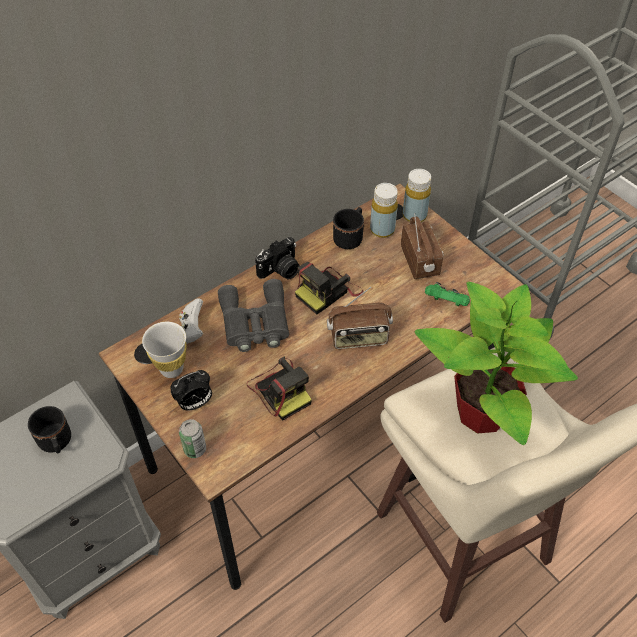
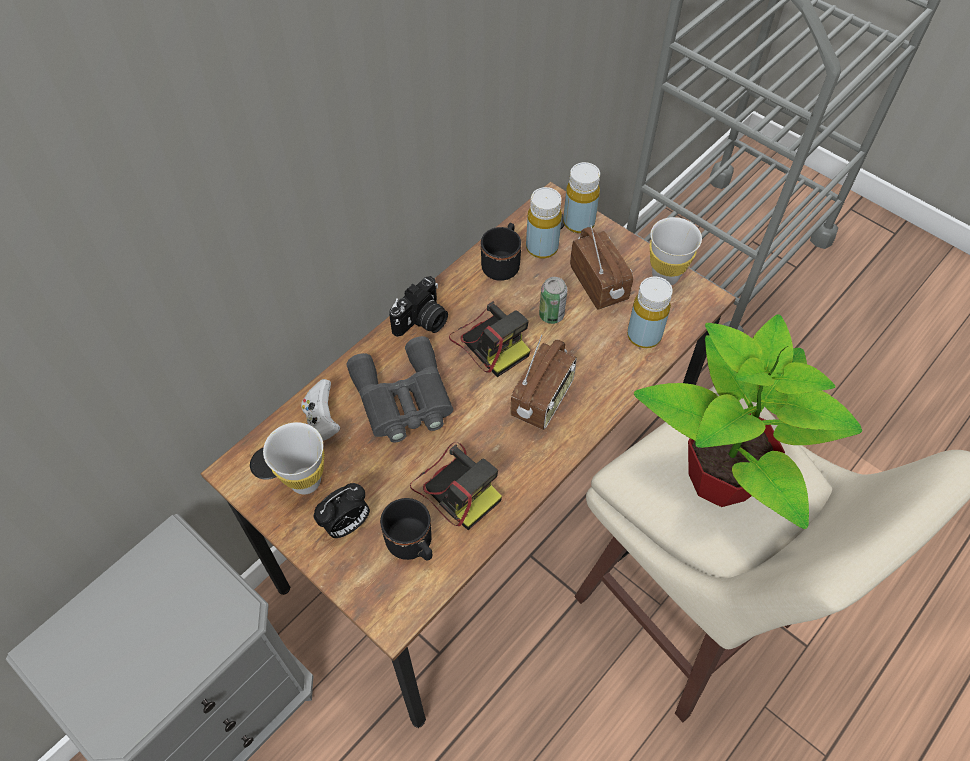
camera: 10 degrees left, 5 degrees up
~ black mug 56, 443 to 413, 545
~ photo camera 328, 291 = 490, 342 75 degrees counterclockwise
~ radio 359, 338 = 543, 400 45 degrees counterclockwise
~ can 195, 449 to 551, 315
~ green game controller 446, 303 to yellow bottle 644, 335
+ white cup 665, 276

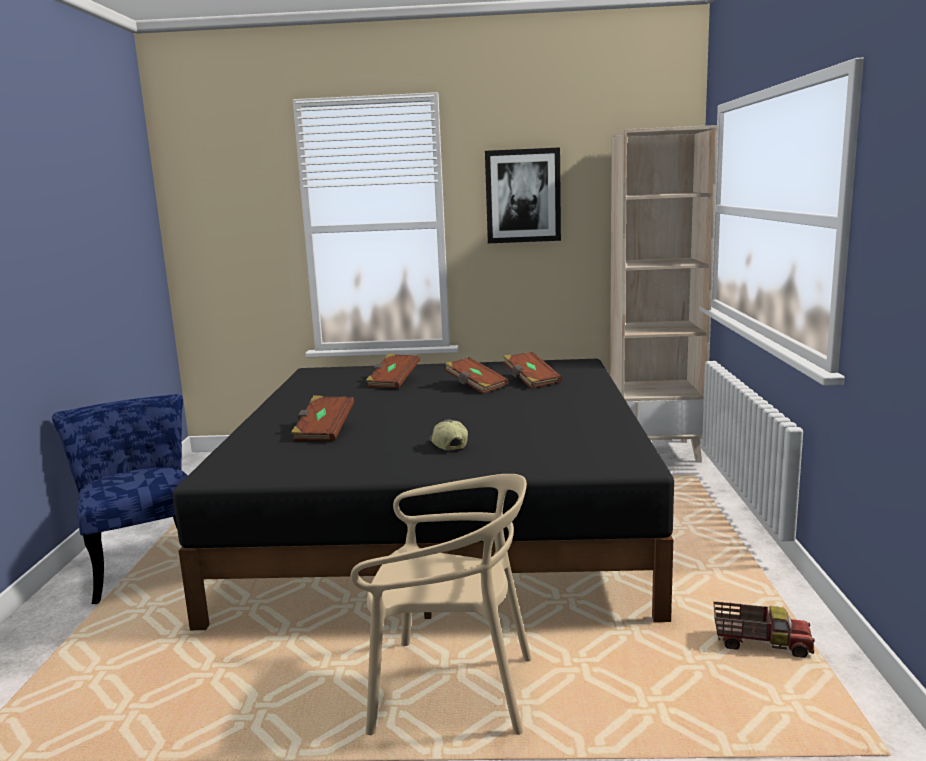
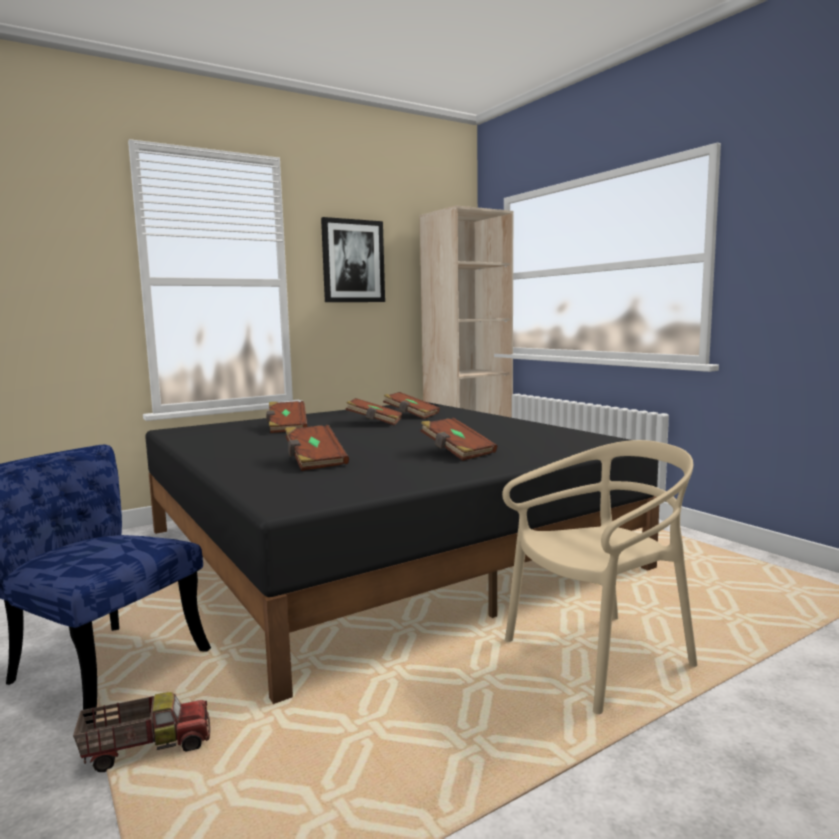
camera: 35 degrees left, 5 degrees down
~ toy truck 760, 644 to 147, 748
~ cap 447, 444 to brown book 457, 452

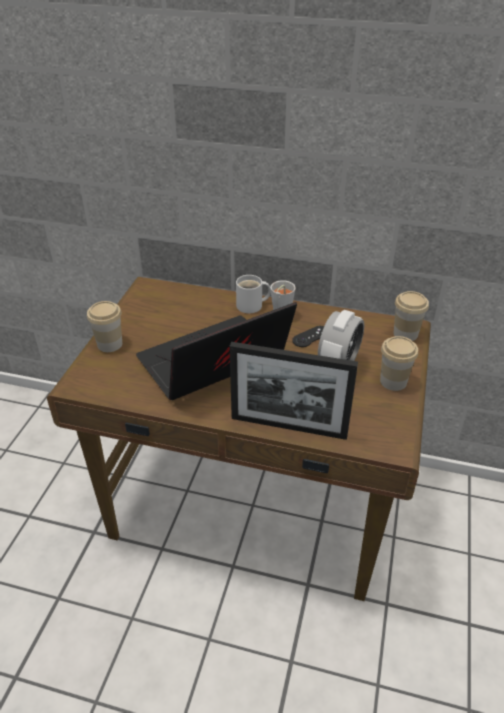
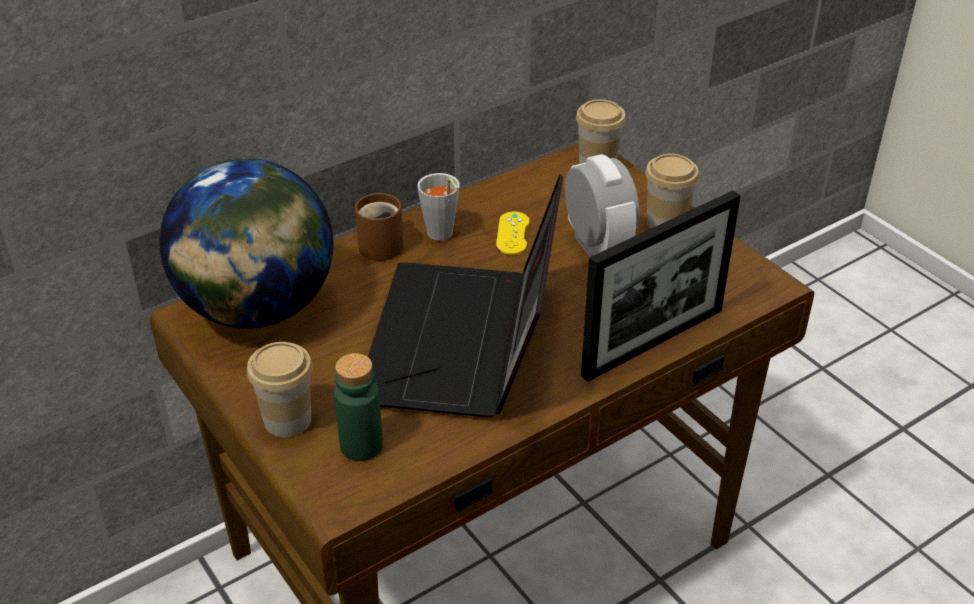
camera: 50 degrees left, 0 degrees up
+ globe 258, 308
+ green bottle 361, 445
~ white mug 252, 306 to brown mug 384, 244
~ black game controller 311, 336 to yellow game controller 512, 233

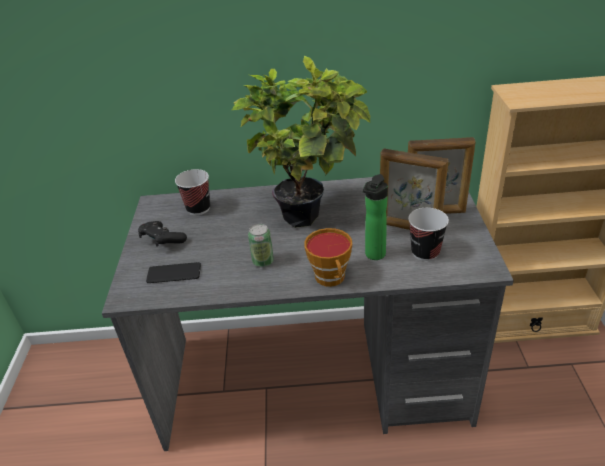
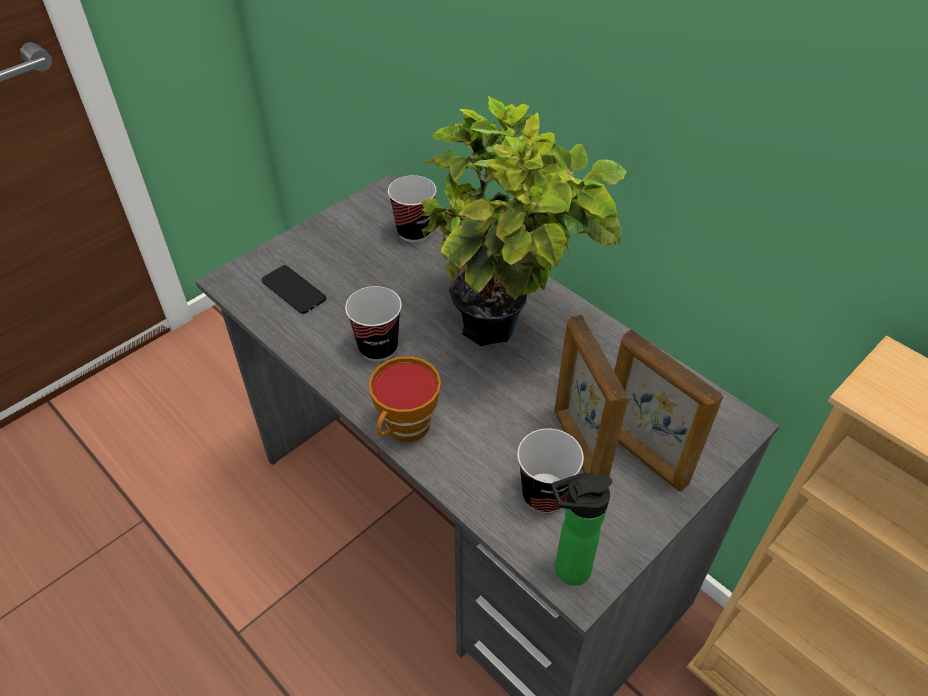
camera: 45 degrees right, 10 degrees up
~ can 263, 261 to cup 378, 347
~ bottle 374, 256 to 566, 570
- black game controller 162, 241

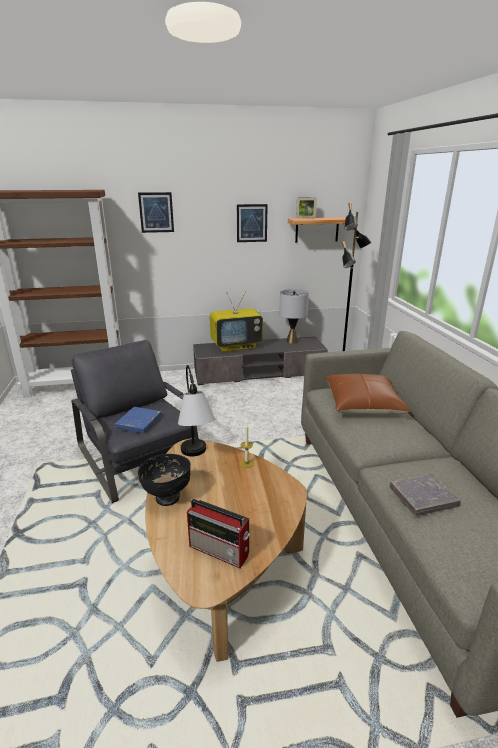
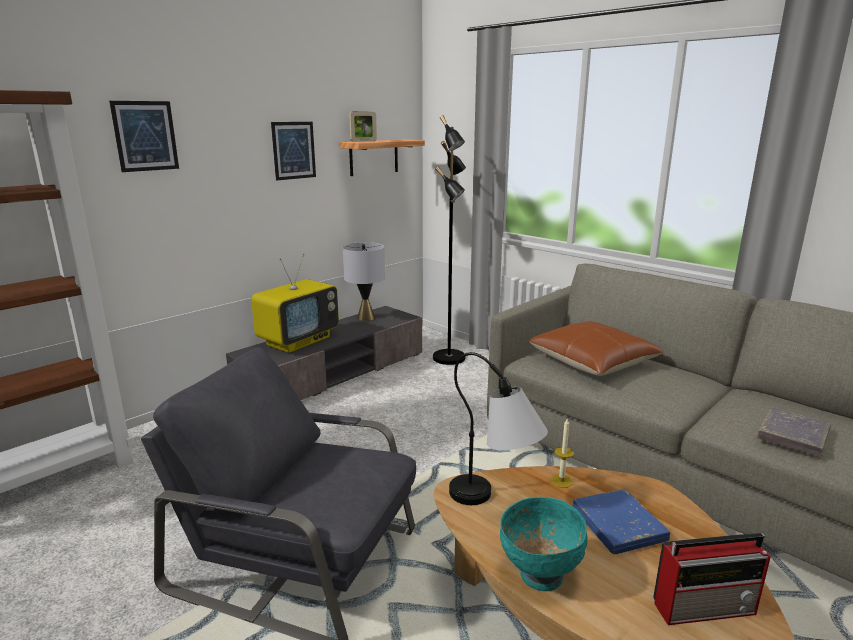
camera: 35 degrees left, 5 degrees down
~ black bowl 167, 497 to turquoise bowl 539, 575
~ blue book 139, 422 to 618, 525

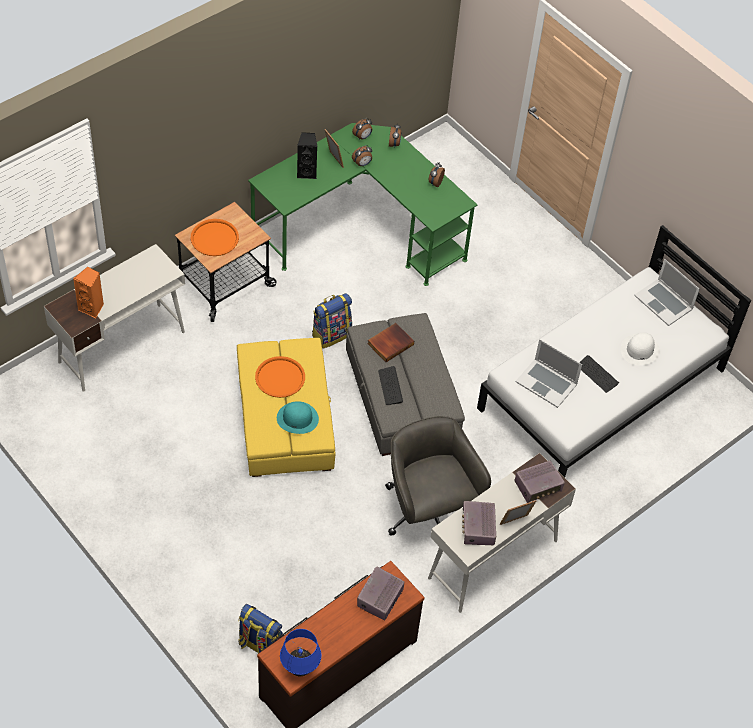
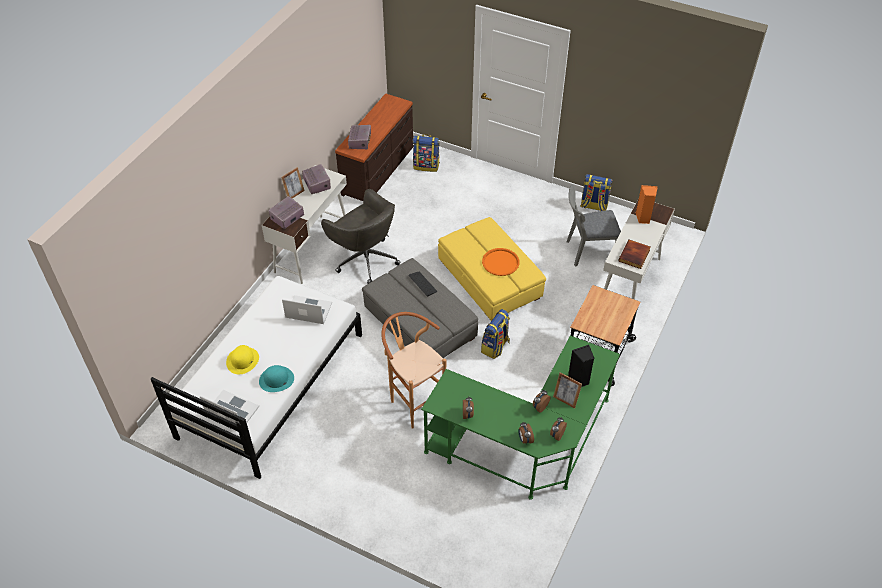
camera: 160 degrees right, 5 degrees down
~ white hat 639, 350 to yellow hat 242, 360
~ turquoise hat 297, 418 to 276, 379
+ brown stool 413, 401
+ grey chair 587, 251
+ backpack 593, 206
~ book 390, 343 to 634, 256
- orange tray 214, 238
- blue table lamp 300, 669
- keyboard 597, 374

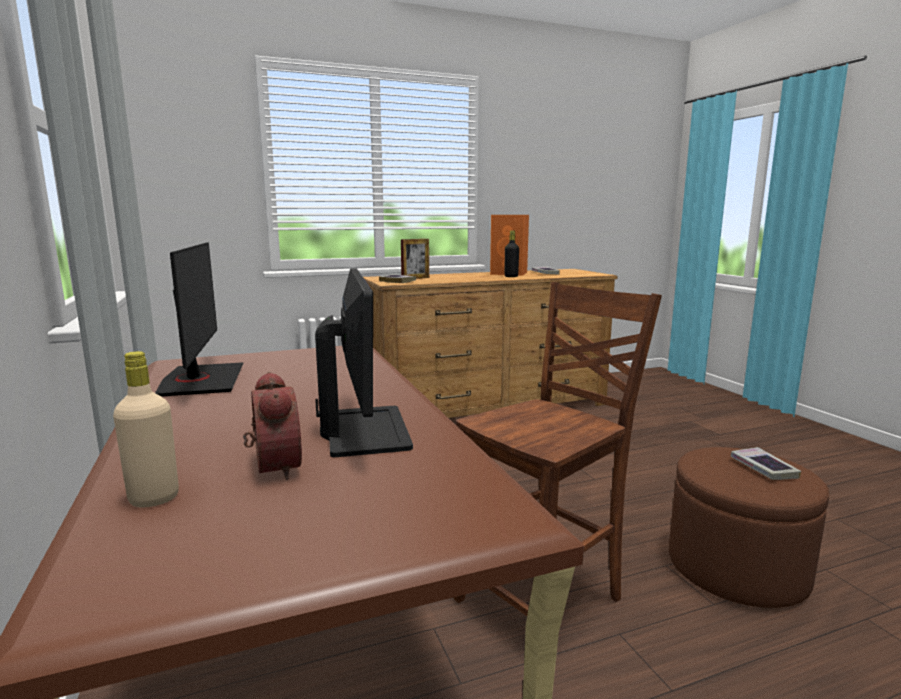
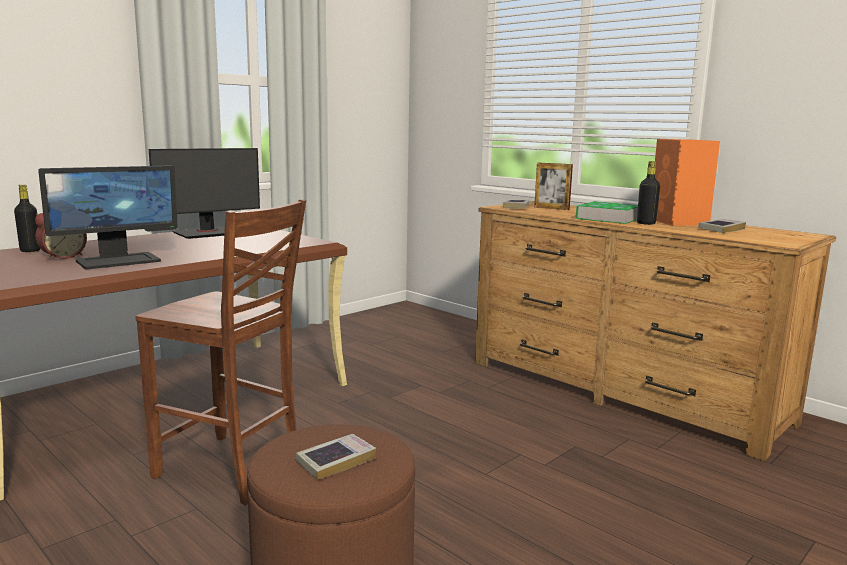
camera: 65 degrees right, 0 degrees up
~ beige bottle 154, 498 to black bottle 30, 250
+ book 608, 218

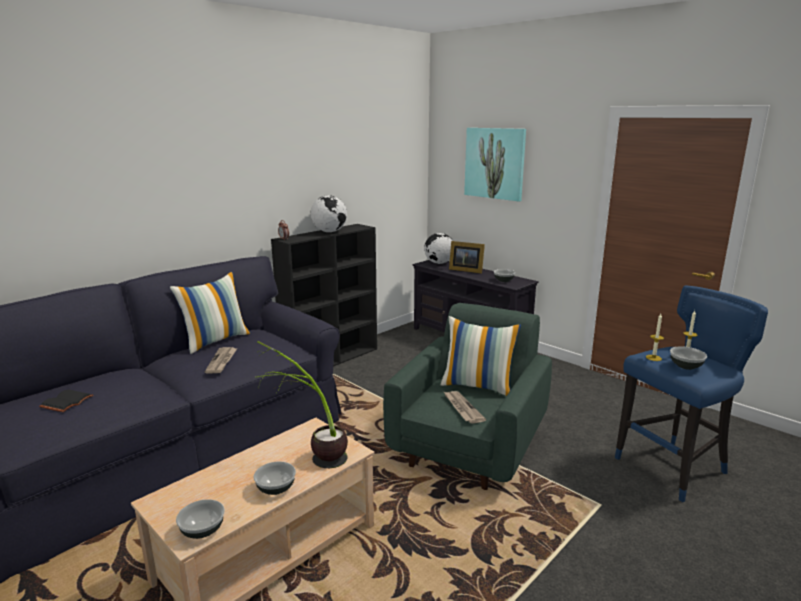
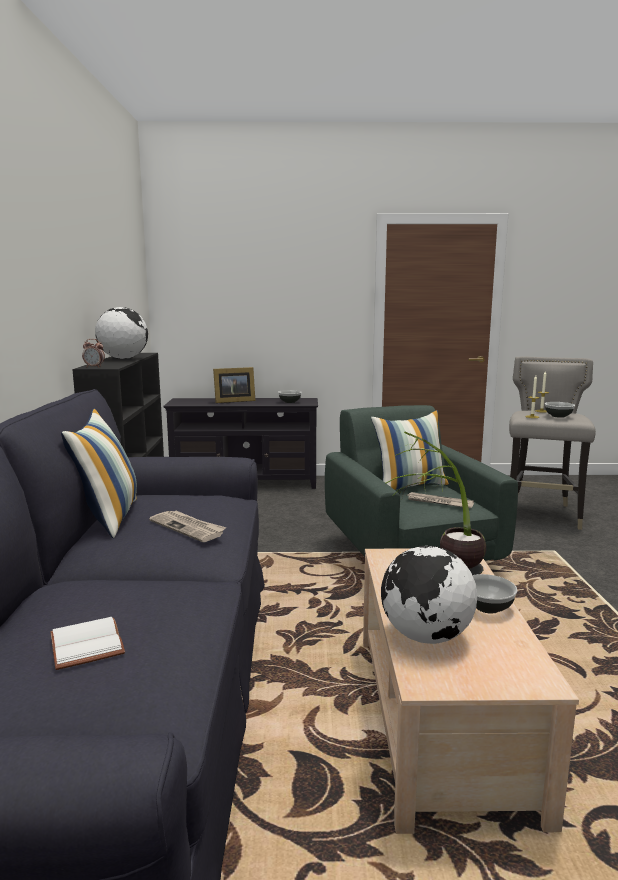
camera: 45 degrees left, 5 degrees down
~ black book 67, 402 to white book 89, 645
~ globe 439, 263 to 426, 637
~ blue stool 673, 468 to grey stool 541, 514
- bowl 203, 530
- picture 494, 163

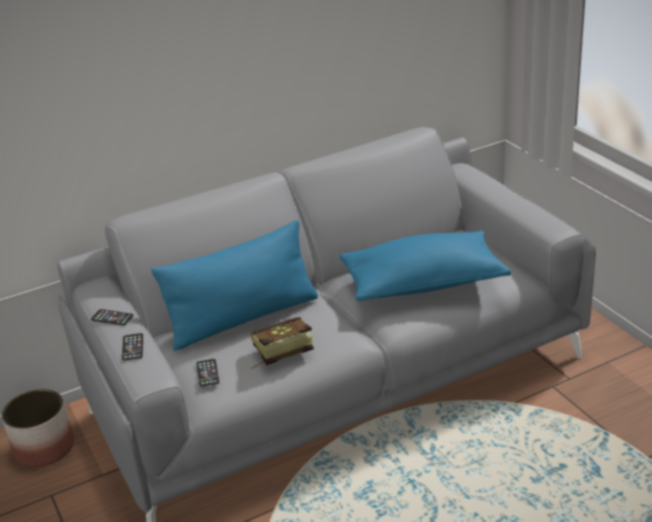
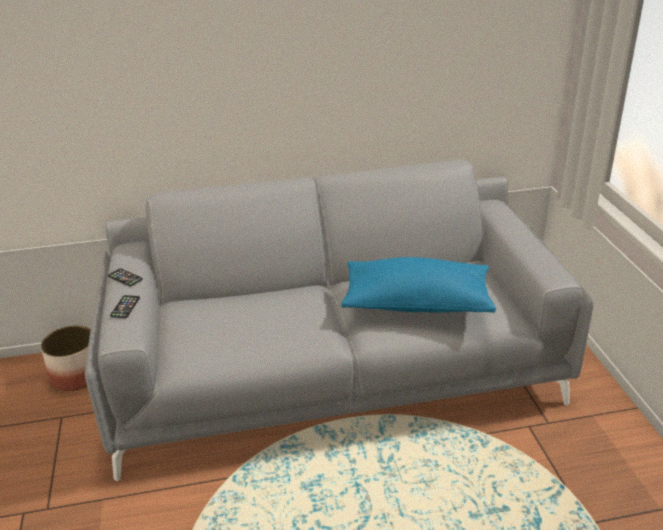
camera: 15 degrees right, 0 degrees up
- blue pillow 243, 318
- phone 207, 373
- book 277, 354

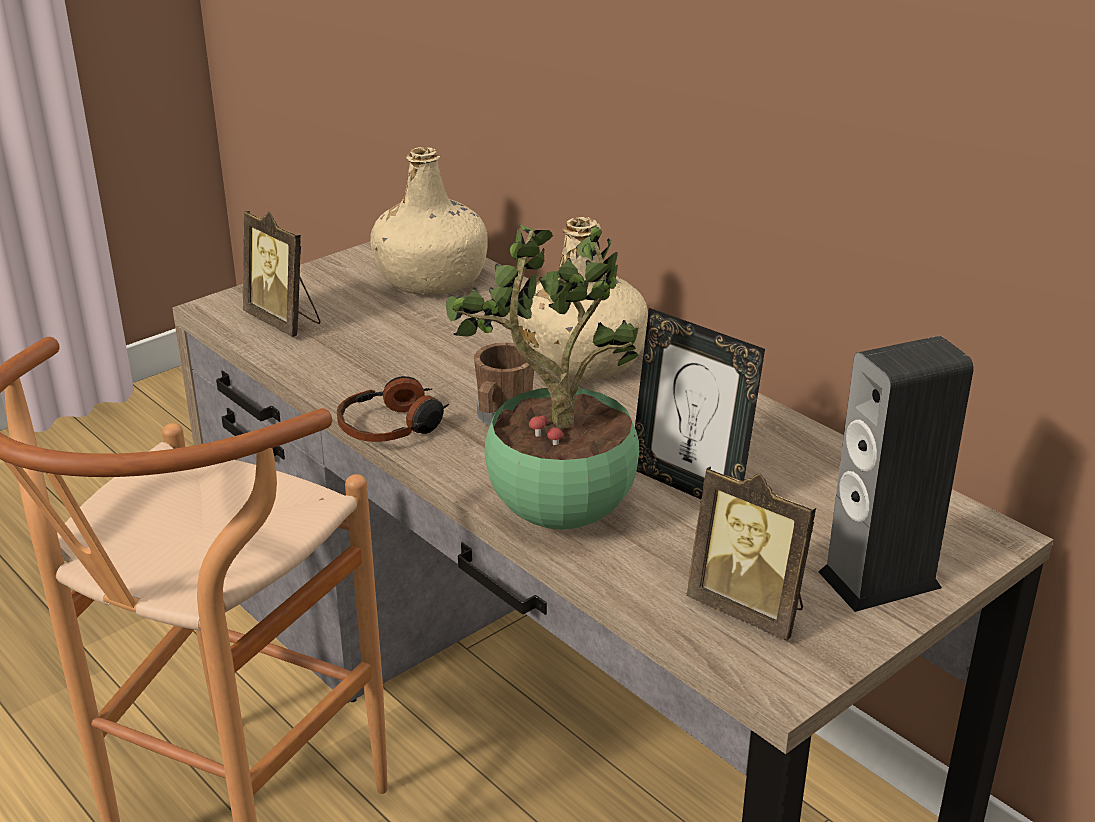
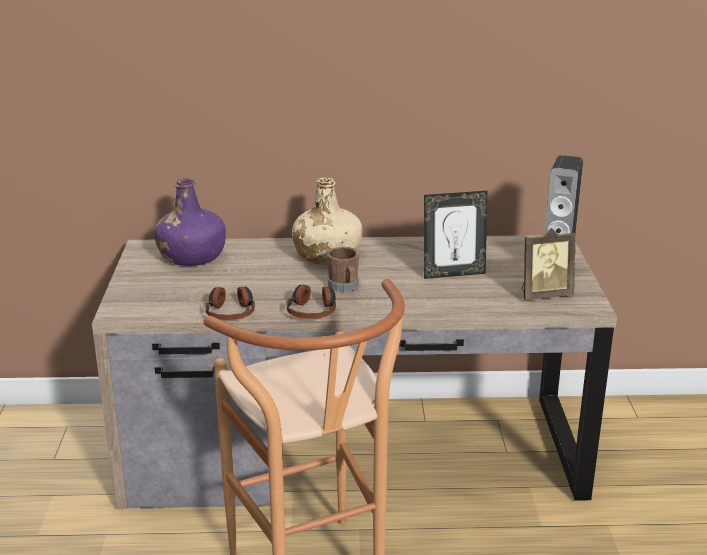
camera: 50 degrees left, 5 degrees down
~ beige bottle 431, 279 to purple bottle 192, 257
+ headphones 231, 312
- picture frame 284, 321
- potted plant 557, 516

